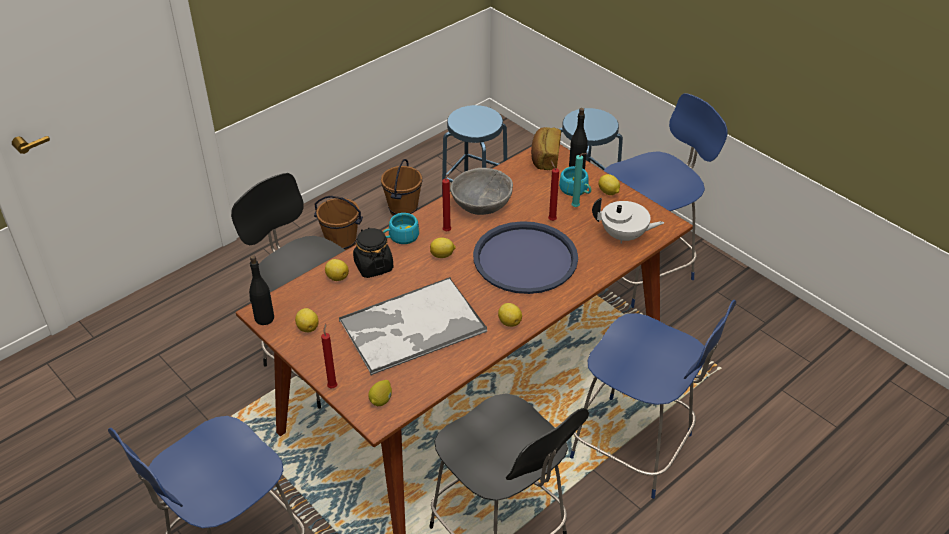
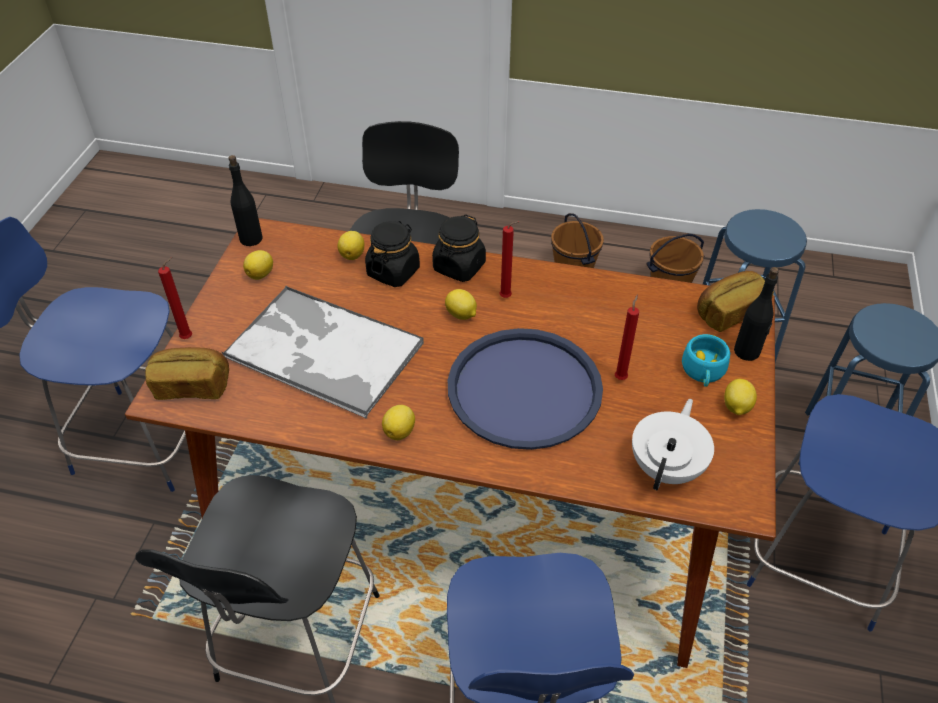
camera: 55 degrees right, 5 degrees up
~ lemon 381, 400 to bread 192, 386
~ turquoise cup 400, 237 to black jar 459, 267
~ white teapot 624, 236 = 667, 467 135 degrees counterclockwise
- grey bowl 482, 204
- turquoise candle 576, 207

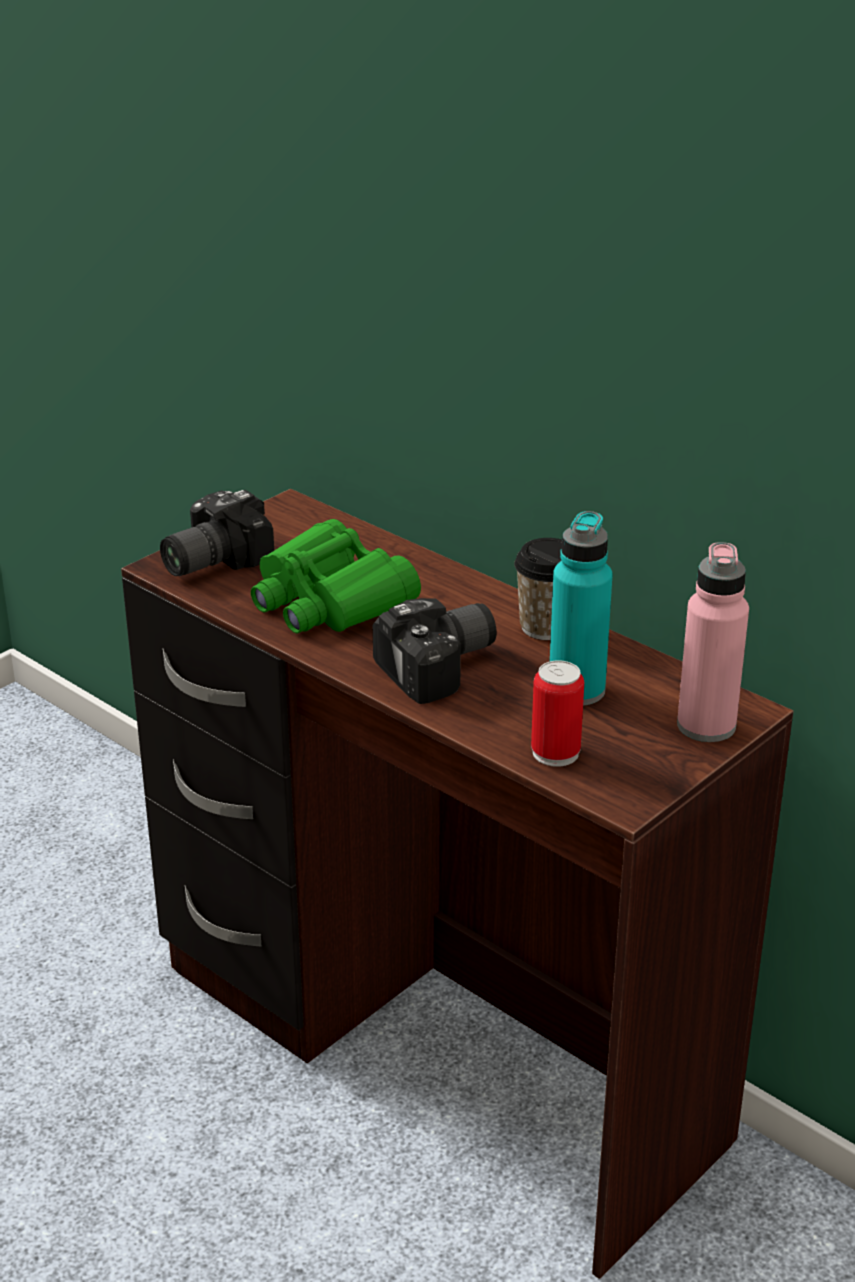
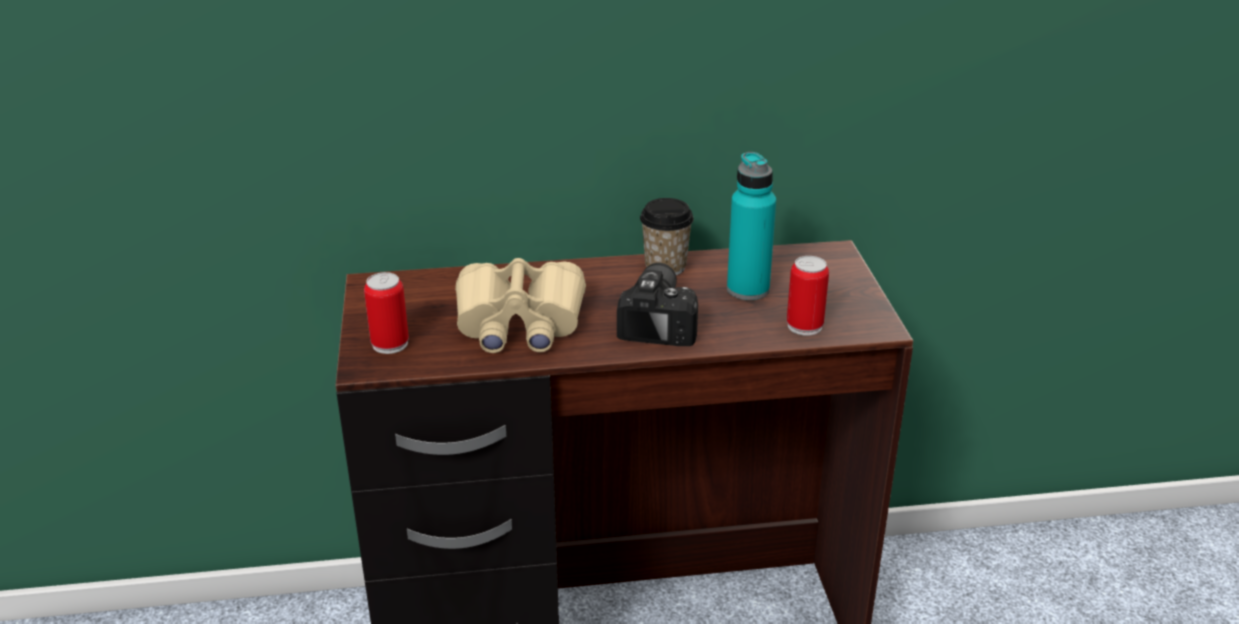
camera: 50 degrees left, 0 degrees up
~ photo camera 210, 560 to can 390, 344
~ green binoculars 329, 600 to beige binoculars 519, 323
- pink bottle 706, 726

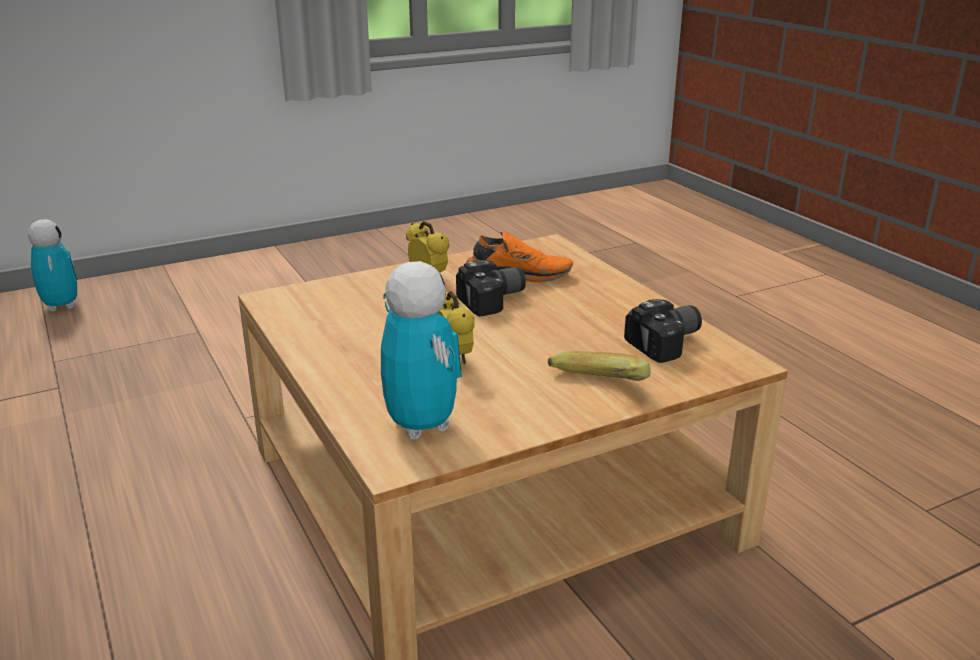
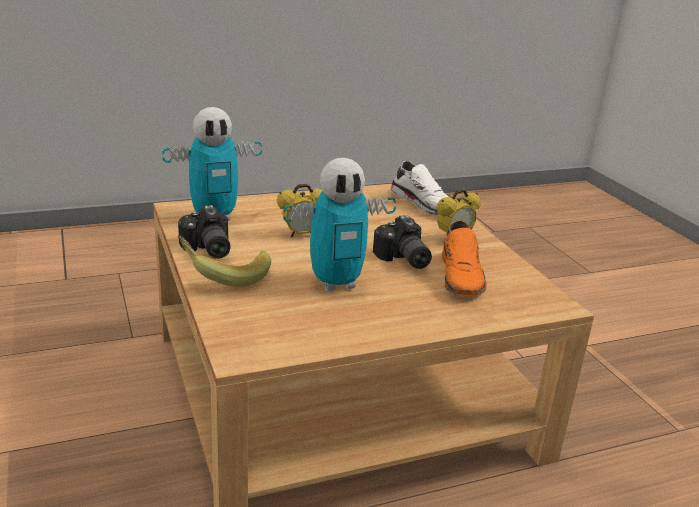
camera: 95 degrees right, 0 degrees up
~ photo camera 668, 344 to 207, 250
~ toy robot 61, 306 to 336, 283
+ white shoe 425, 204

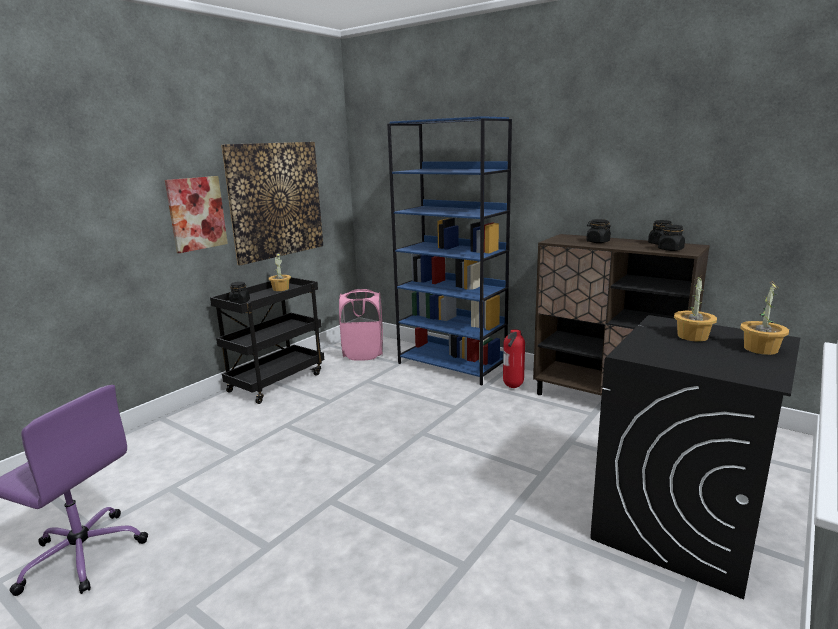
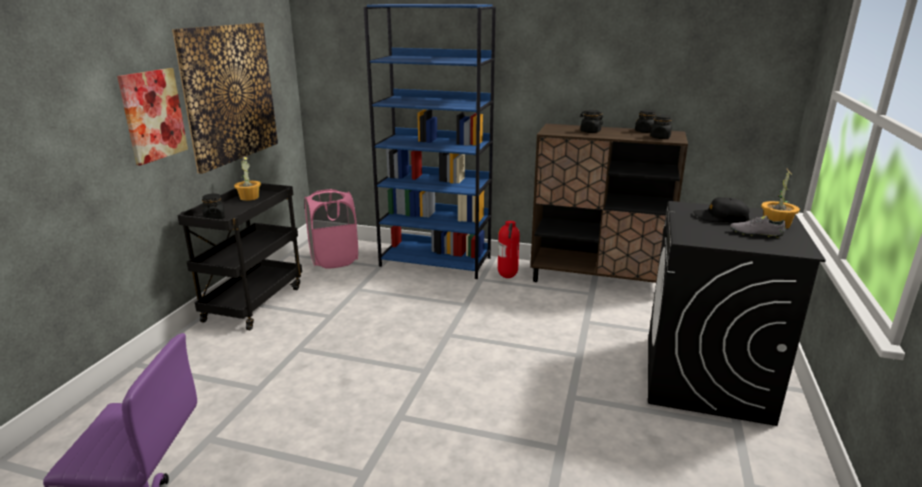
camera: 20 degrees left, 5 degrees up
~ potted plant 693, 336 to black cap 720, 218
+ grey shoe 756, 234

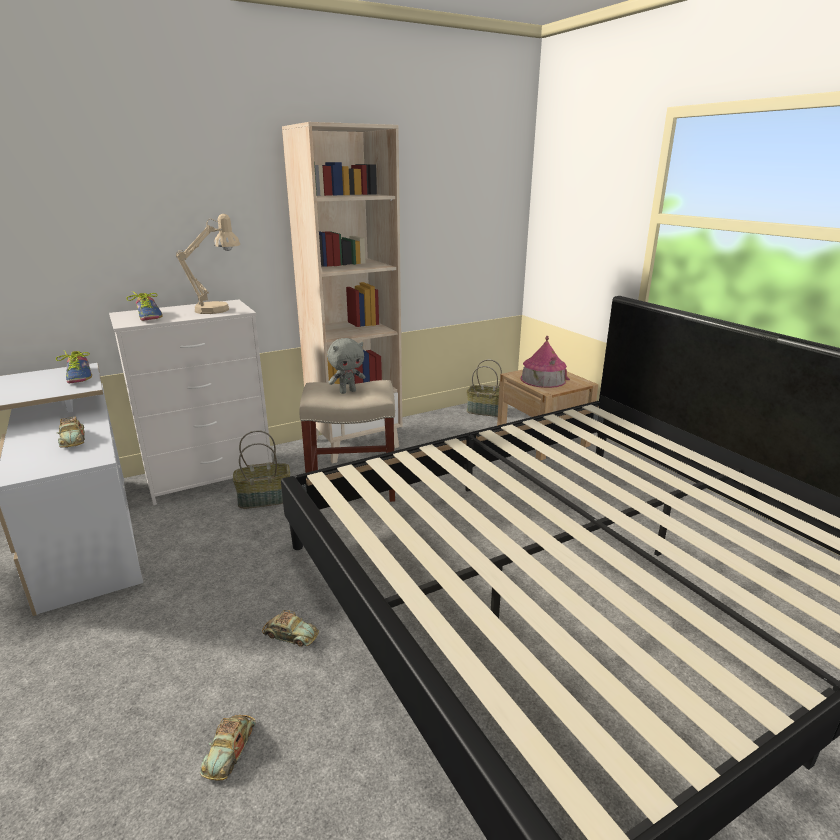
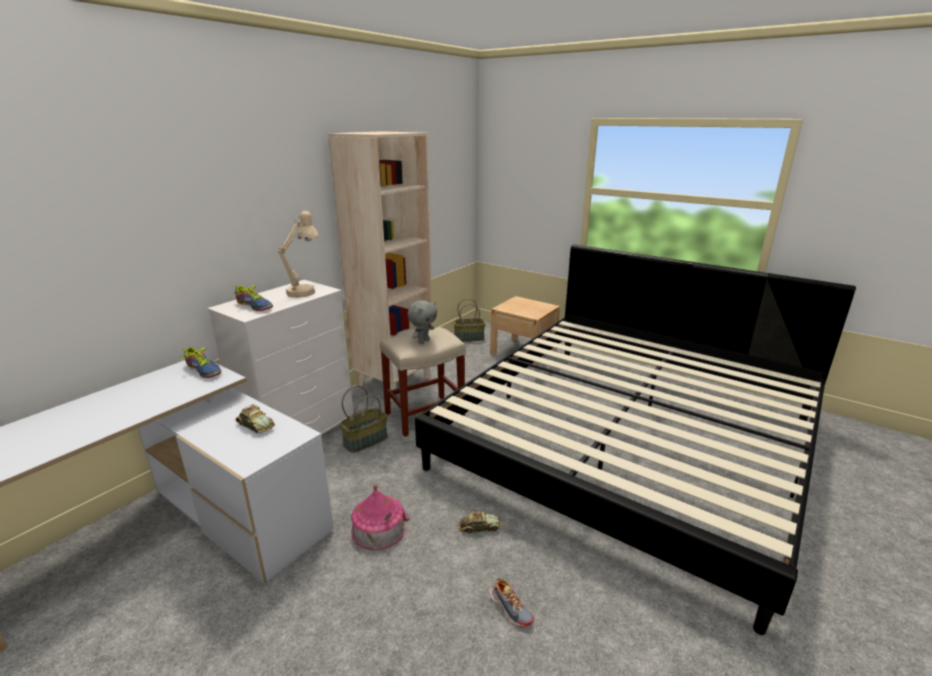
camera: 25 degrees left, 0 degrees up
~ toy house 543, 379 to 379, 528
~ toy car 230, 749 to shoe 510, 608

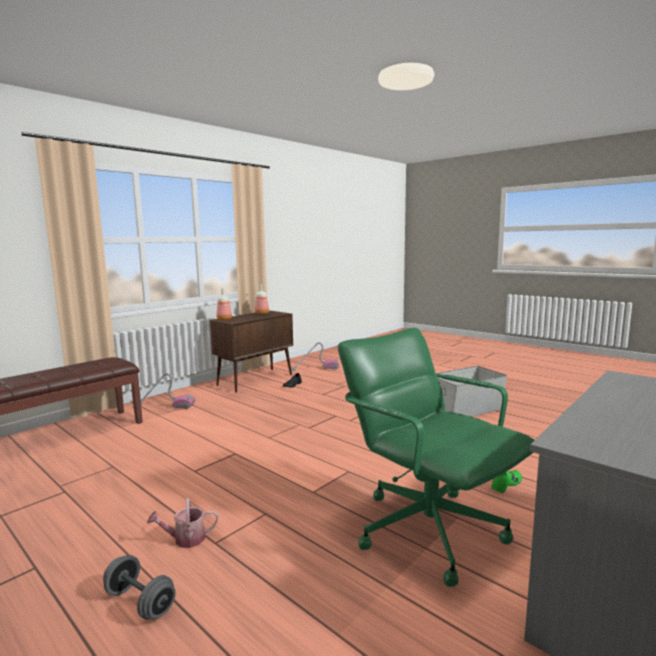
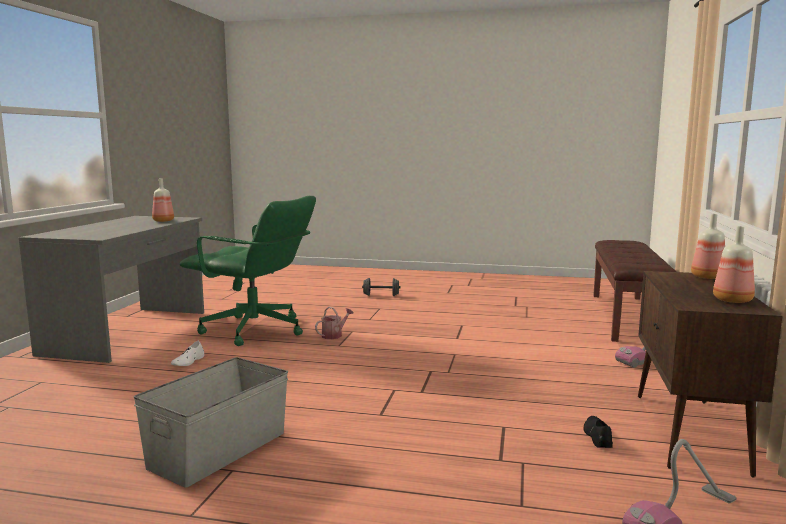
camera: 150 degrees right, 0 degrees up
+ bottle 163, 221
~ green shoe 506, 484 to white shoe 188, 361
~ watering can 185, 539 to 334, 335

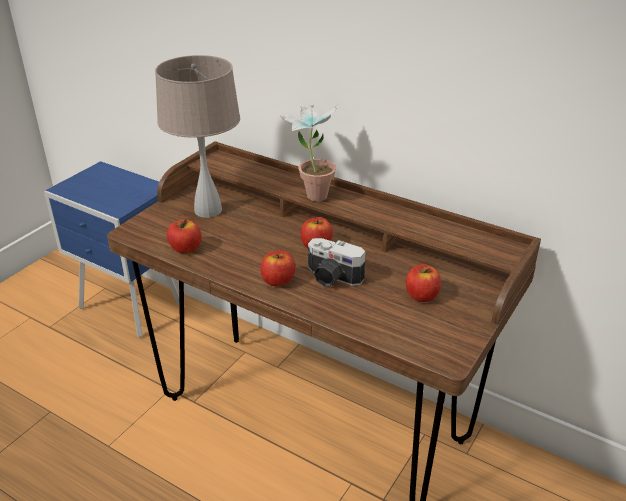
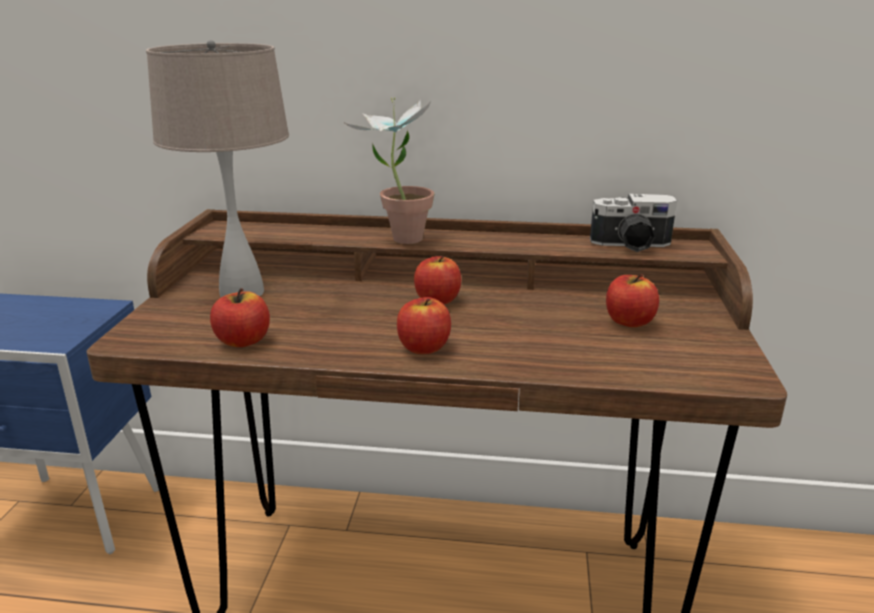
camera: 25 degrees left, 10 degrees down
~ photo camera 332, 278 to 631, 245

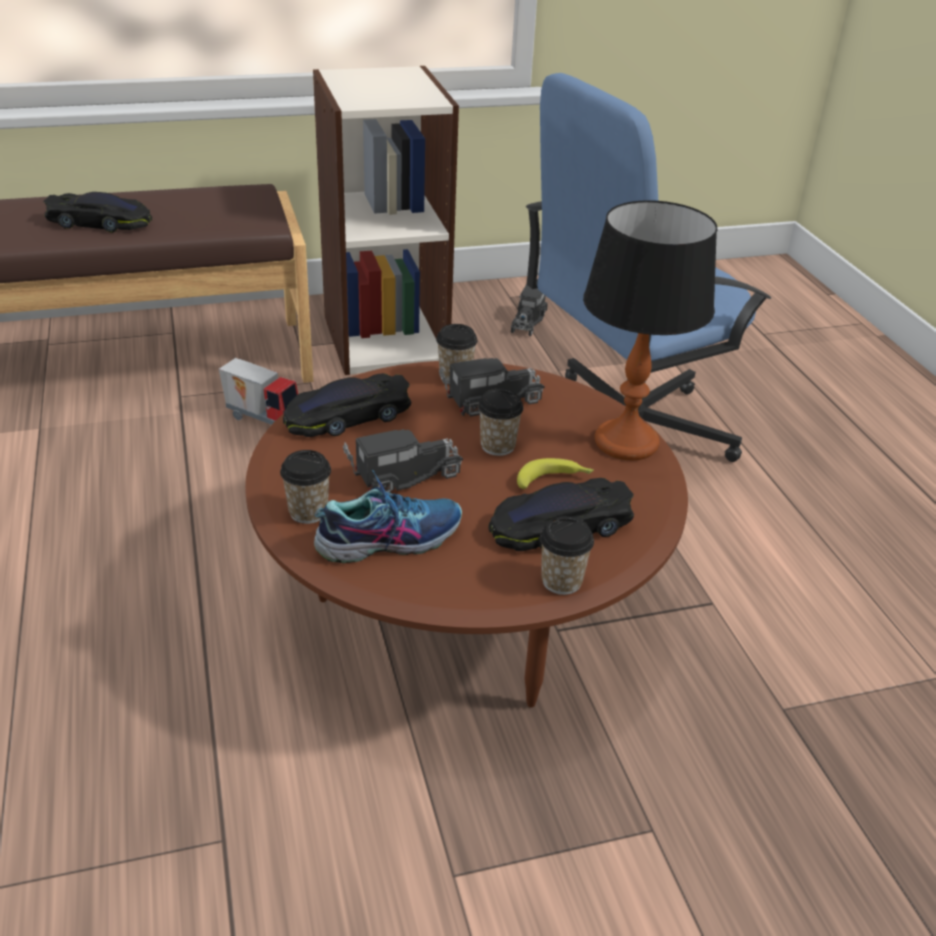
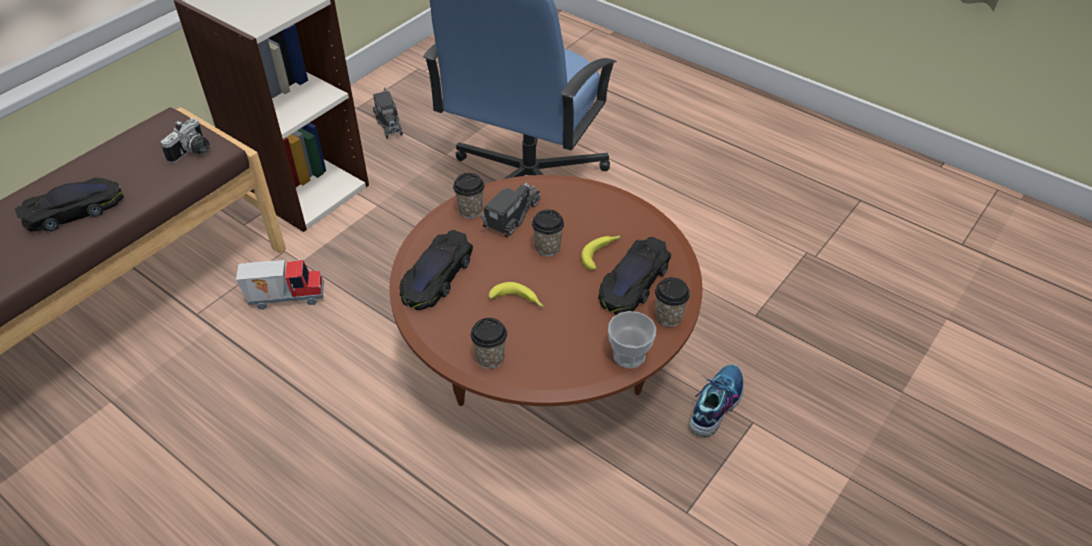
camera: 35 degrees left, 10 degrees up
+ photo camera 193, 152
~ toy truck 403, 477 to banana 518, 301
+ cup 629, 356
~ shoe 389, 538 to 715, 404
- table lamp 626, 443

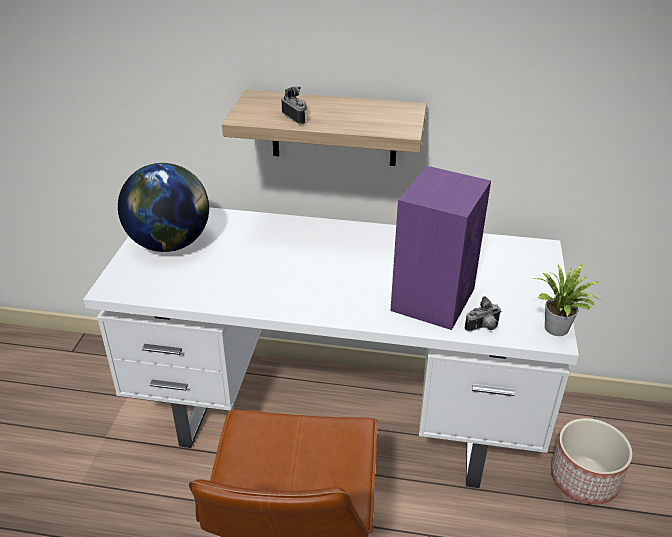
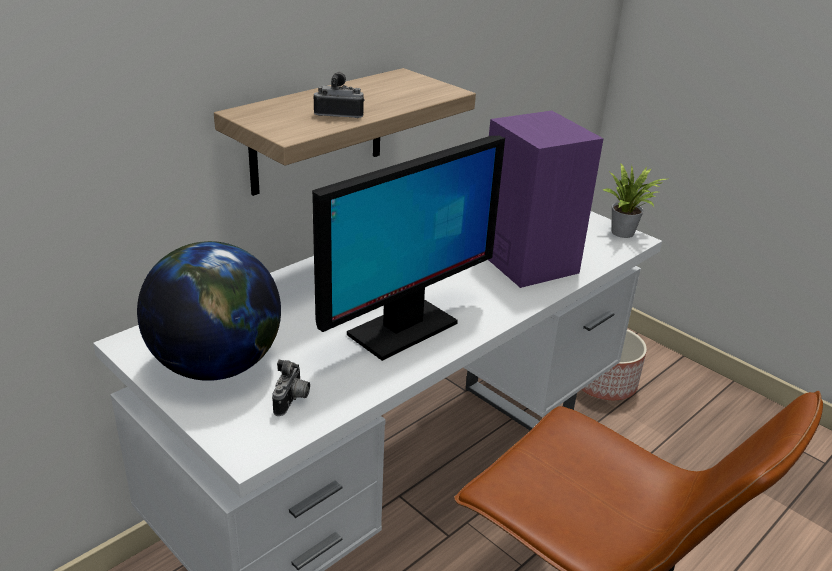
camera: 55 degrees left, 5 degrees down
~ photo camera 483, 328 to 292, 401
+ monitor 402, 329

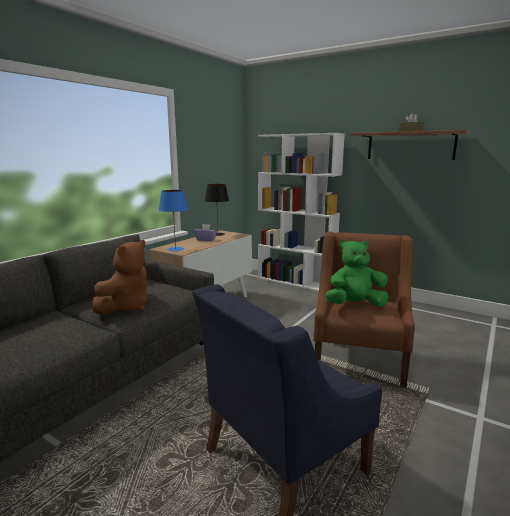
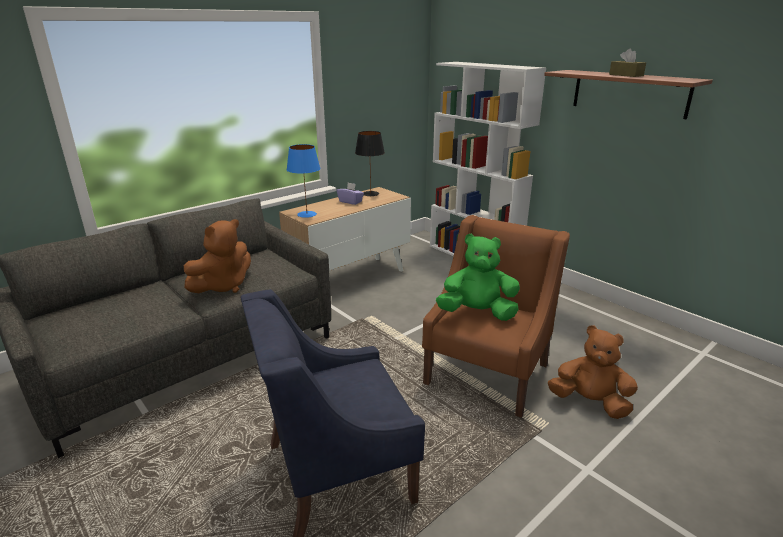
camera: 15 degrees right, 10 degrees up
+ brown plush toy 589, 402

